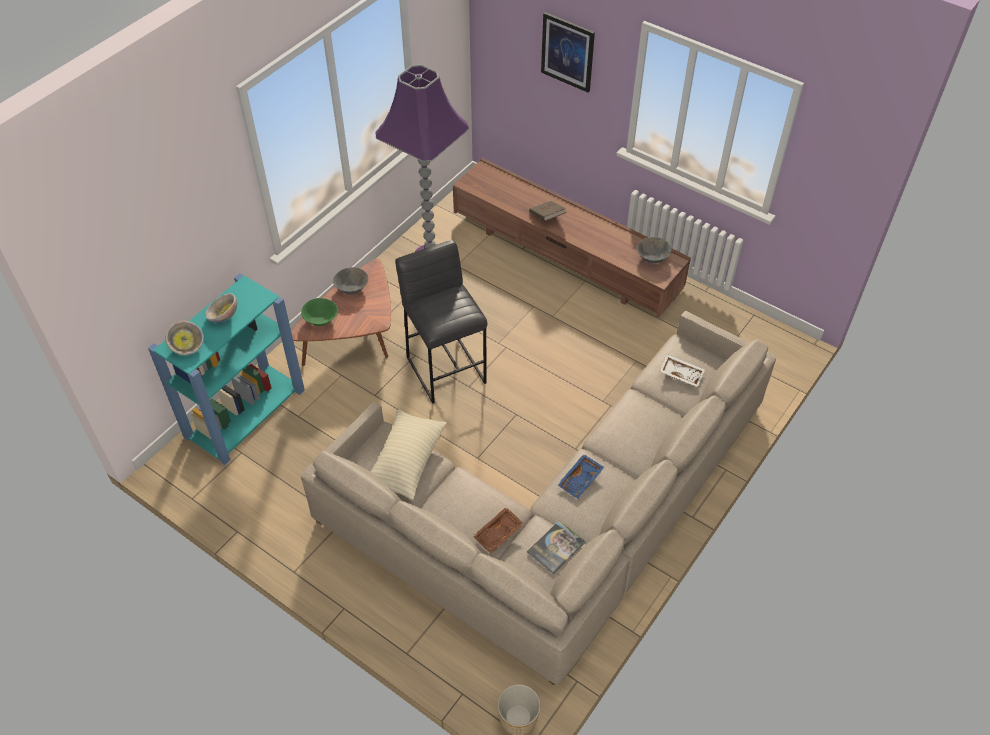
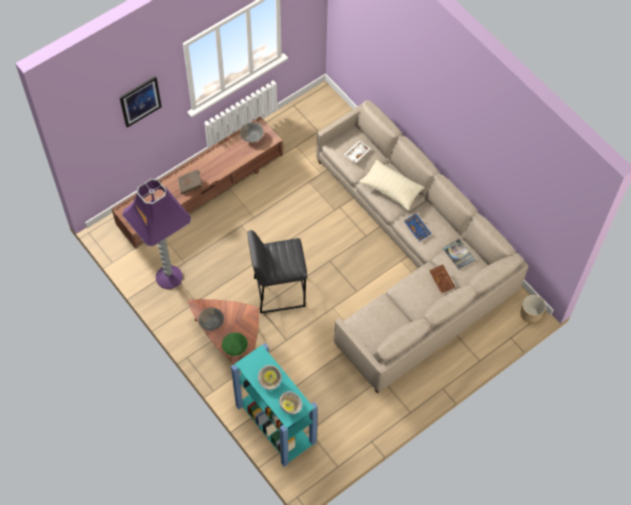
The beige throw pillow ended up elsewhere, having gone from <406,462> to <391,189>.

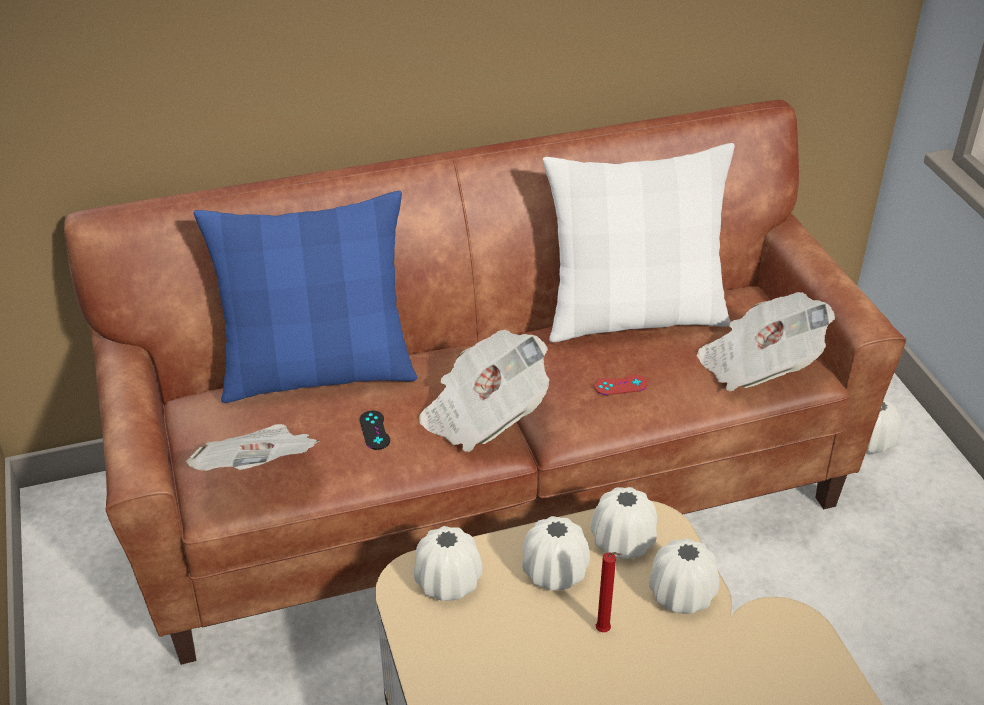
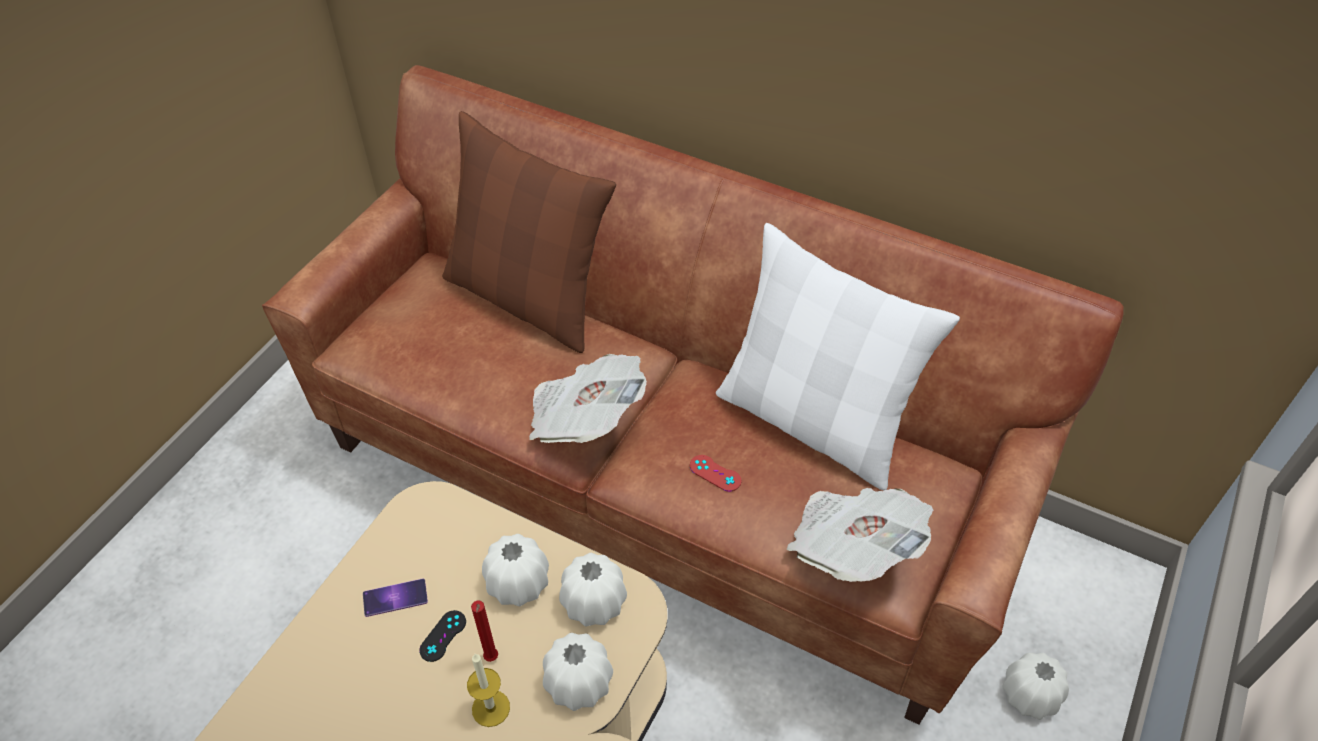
What was the bluish throw pillow at <318,372> turned into the brown-coloured throw pillow at <528,298>. The black-coloured game controller ended up elsewhere, having gone from <374,430> to <443,636>. The second view lost the newspaper at <259,472>. The second view lost the whitish vase at <448,582>. The second view gained the handset at <395,598>. The second view gained the wax candle at <491,708>.

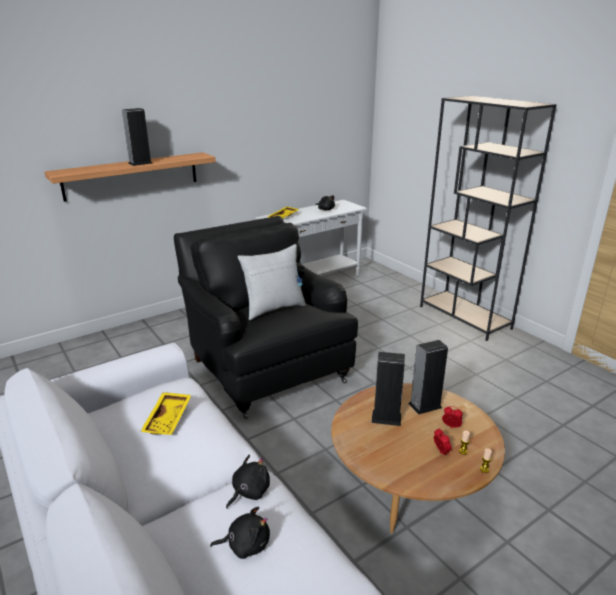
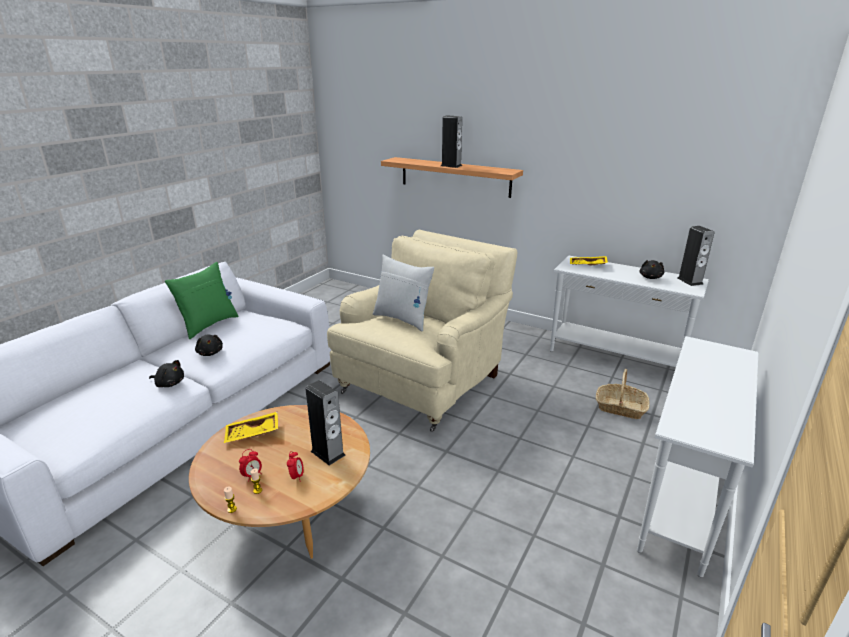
Where the shelving unit stood at <465,317>, the whitish console table came to stand at <683,500>. What was the black-coloured lounge chair at <265,365> turned into the beige lounge chair at <425,379>. The loudspeaker ended up elsewhere, having gone from <386,418> to <689,281>. The yellow-coloured tray ended up elsewhere, having gone from <169,419> to <252,434>. The black-coloured cuddly toy ended up elsewhere, having gone from <245,544> to <210,353>. The second view gained the green throw pillow at <209,325>. The second view gained the storage basket at <620,407>.

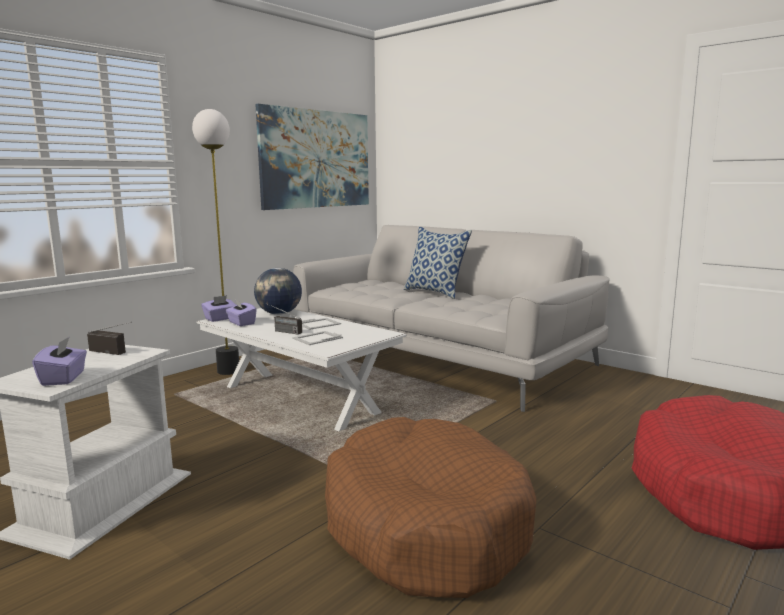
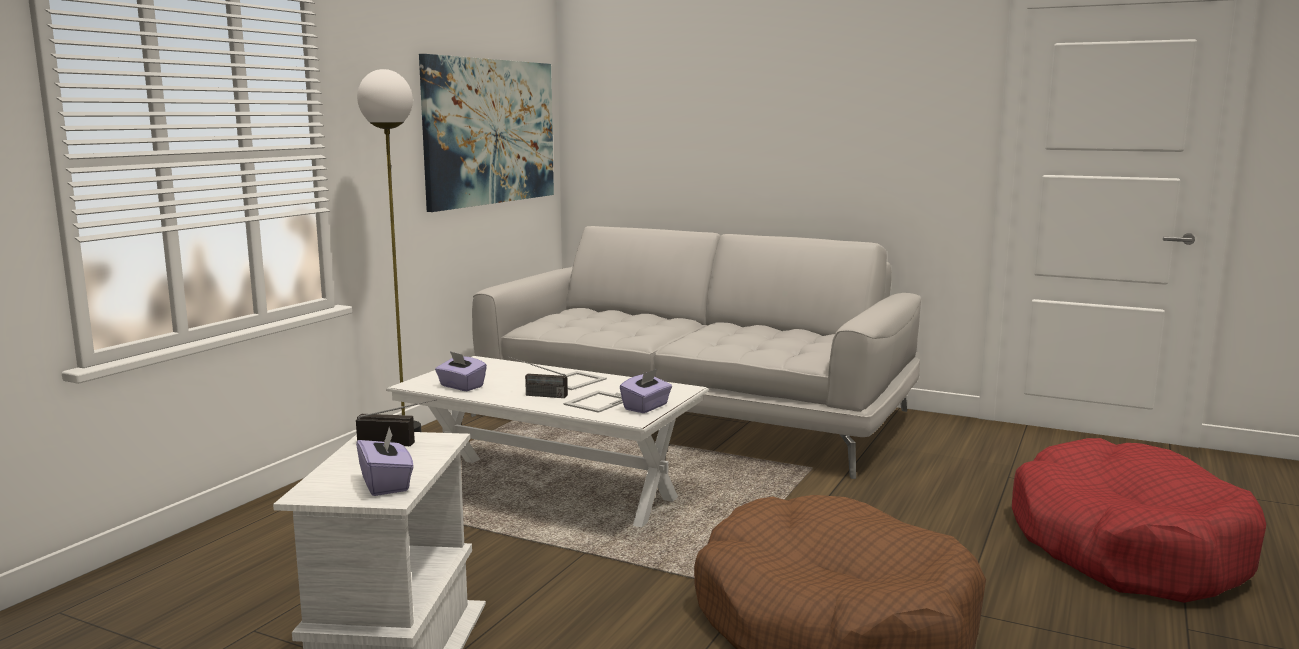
The second view lost the throw pillow at <435,292>. The second view lost the world globe at <279,314>. The purple-coloured tissue box ended up elsewhere, having gone from <220,319> to <646,407>.

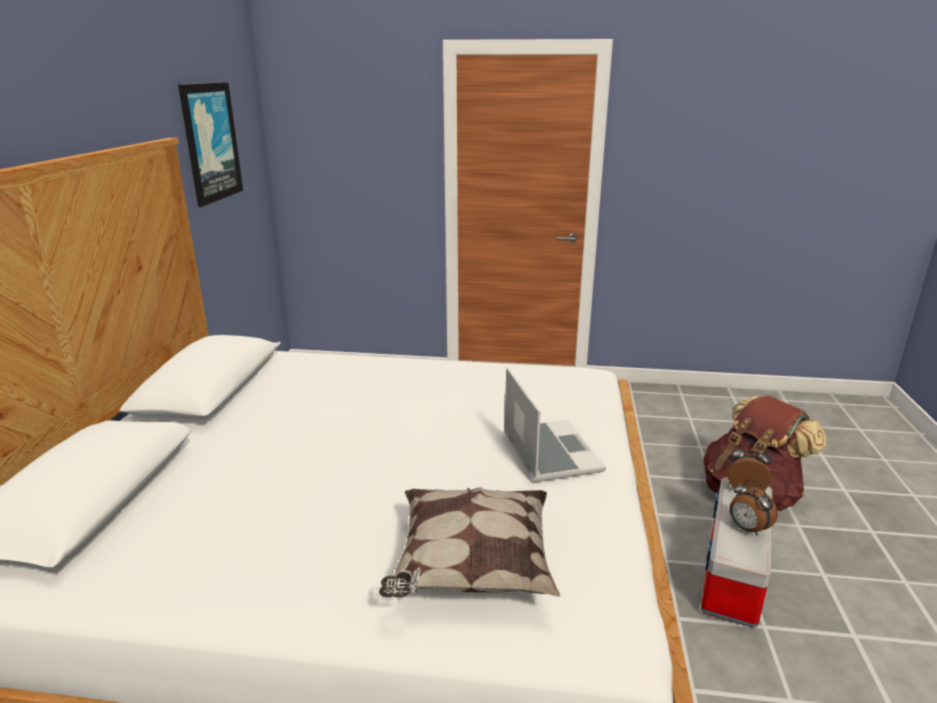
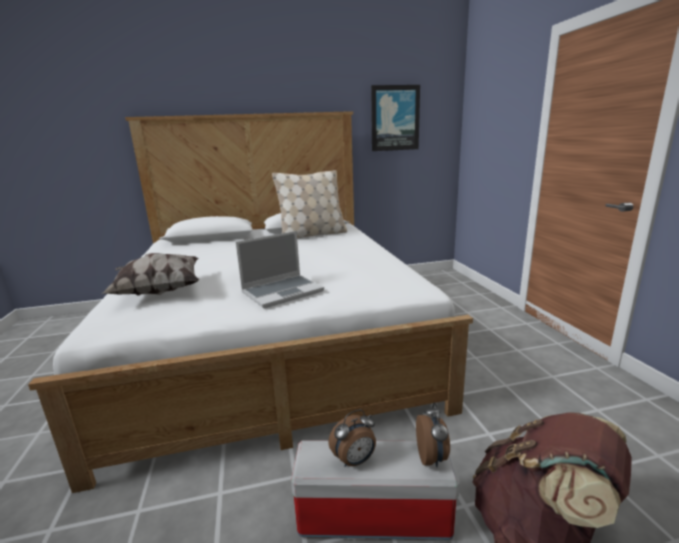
The alarm clock at <747,529> ended up facing another way, 150 degrees counterclockwise from before. The second view gained the beige throw pillow at <312,235>.

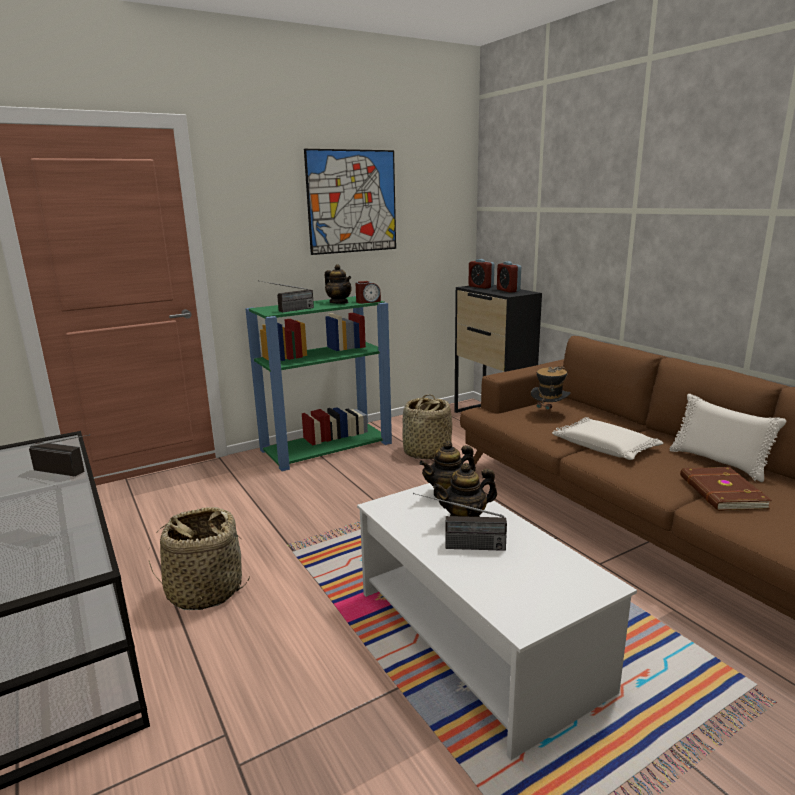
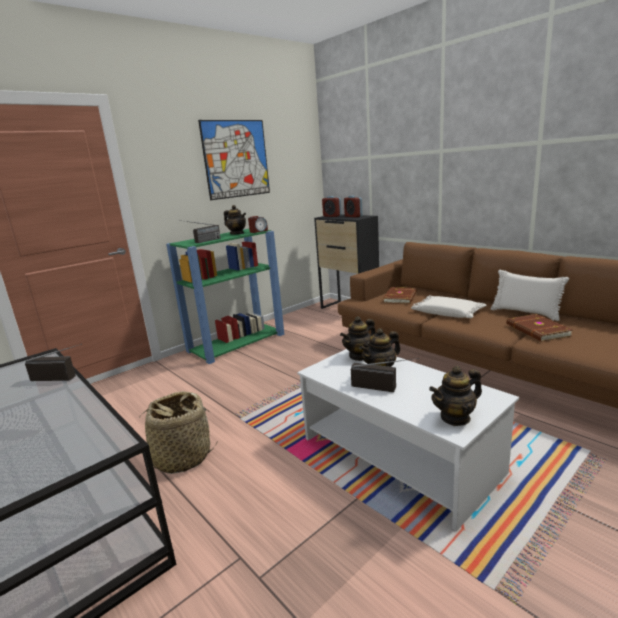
Where the wearable hat stood at <549,415>, the brown-coloured volume came to stand at <401,297>. The second view lost the storage basket at <426,452>. The radio receiver at <458,546> ended up facing another way, 150 degrees counterclockwise from before. The second view gained the tea pot at <455,417>.

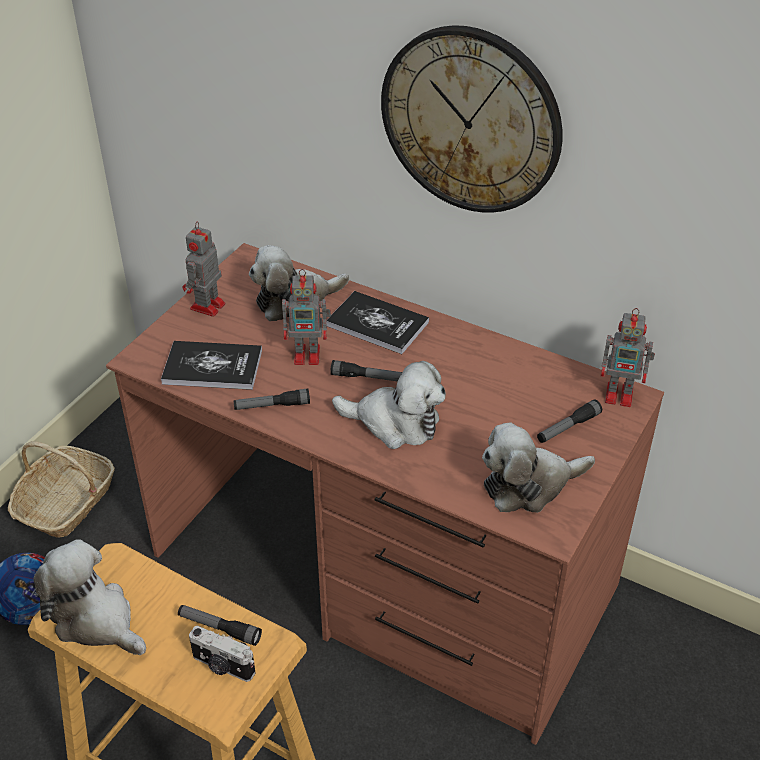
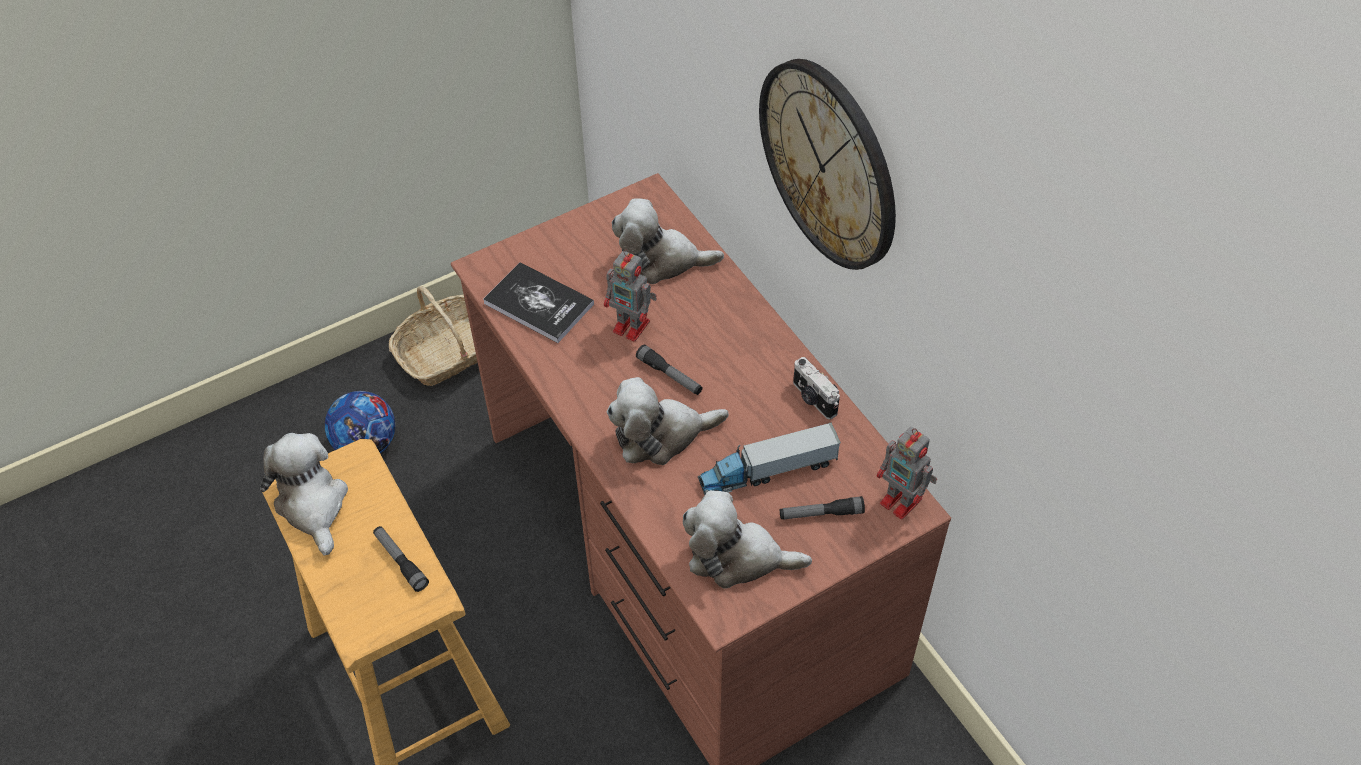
The second view lost the robot figure at <206,307>. The second view lost the volume at <377,324>. The cuddly toy at <395,423> ended up facing another way, 120 degrees clockwise from before. The second view lost the flashlight at <272,406>. The photo camera ended up elsewhere, having gone from <222,666> to <813,399>. The second view gained the toy lorry at <767,471>.

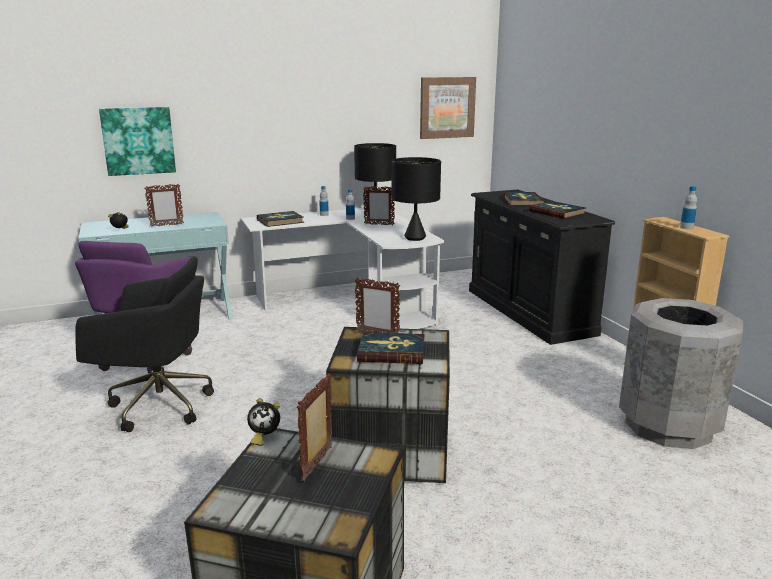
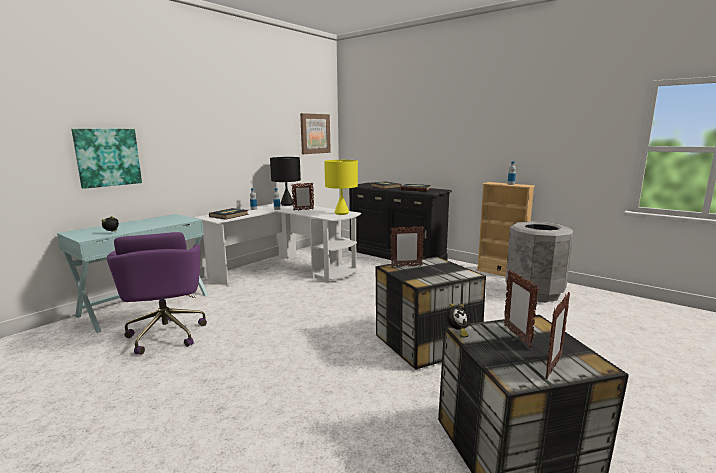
What was the black-coloured table lamp at <415,238> turned into the yellow-coloured table lamp at <341,213>. The standing frame ended up elsewhere, having gone from <166,225> to <553,367>. The second view lost the black-coloured office chair at <156,407>. The second view lost the volume at <391,351>.

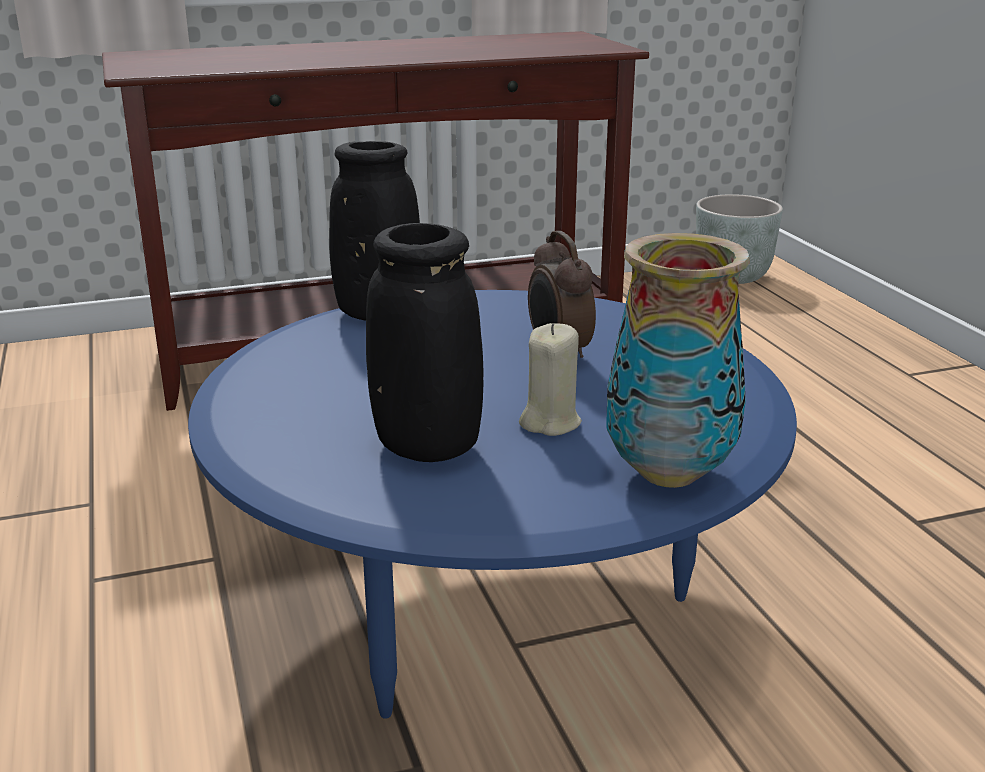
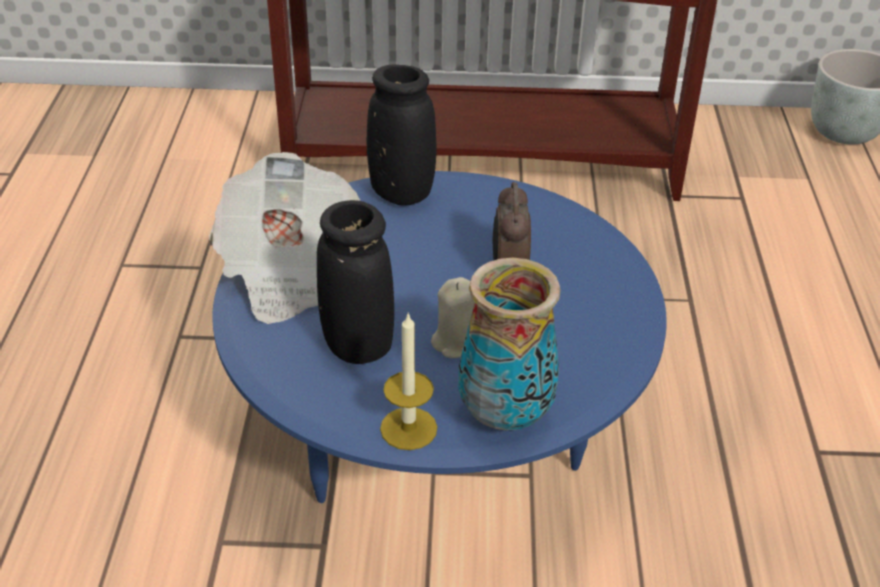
The second view gained the newspaper at <289,272>. The second view gained the wax candle at <408,428>.

